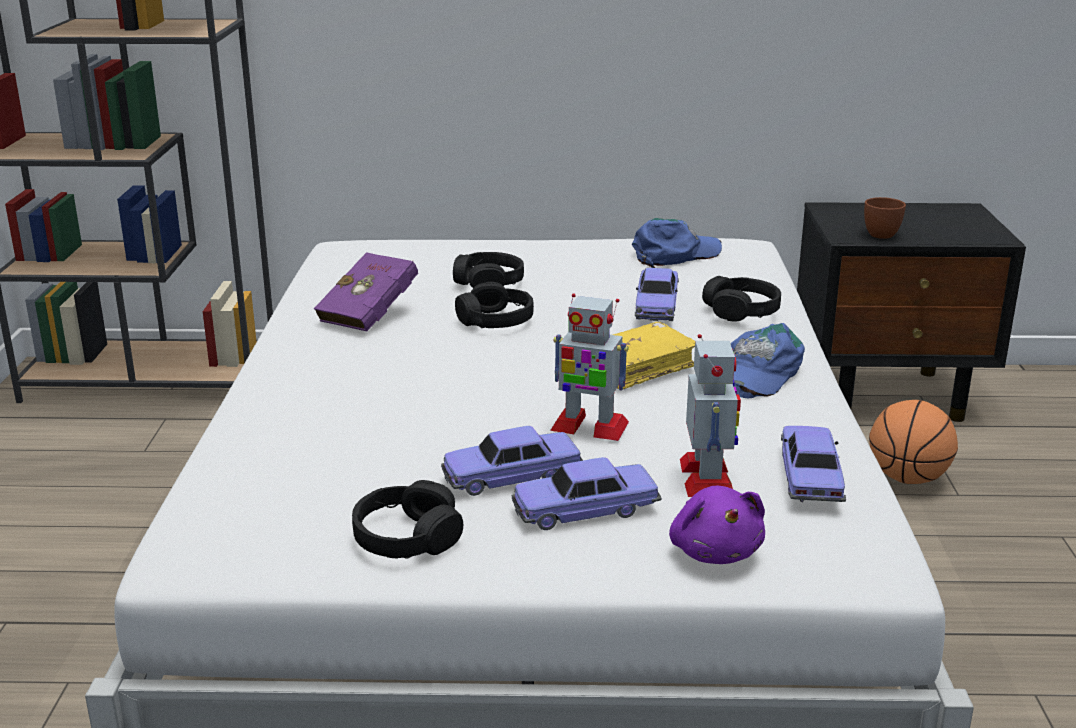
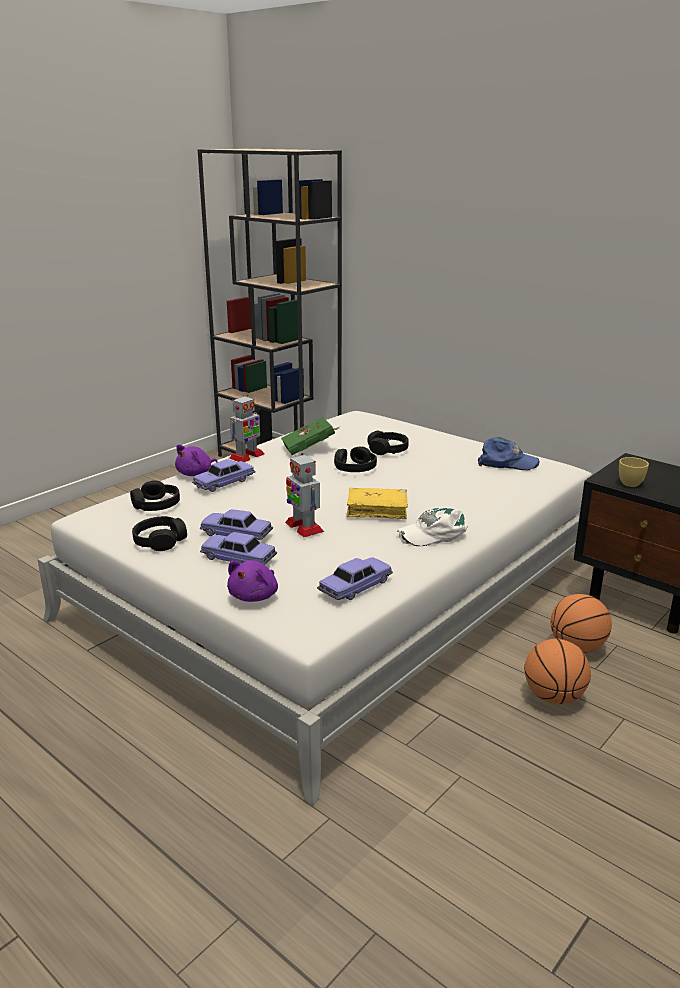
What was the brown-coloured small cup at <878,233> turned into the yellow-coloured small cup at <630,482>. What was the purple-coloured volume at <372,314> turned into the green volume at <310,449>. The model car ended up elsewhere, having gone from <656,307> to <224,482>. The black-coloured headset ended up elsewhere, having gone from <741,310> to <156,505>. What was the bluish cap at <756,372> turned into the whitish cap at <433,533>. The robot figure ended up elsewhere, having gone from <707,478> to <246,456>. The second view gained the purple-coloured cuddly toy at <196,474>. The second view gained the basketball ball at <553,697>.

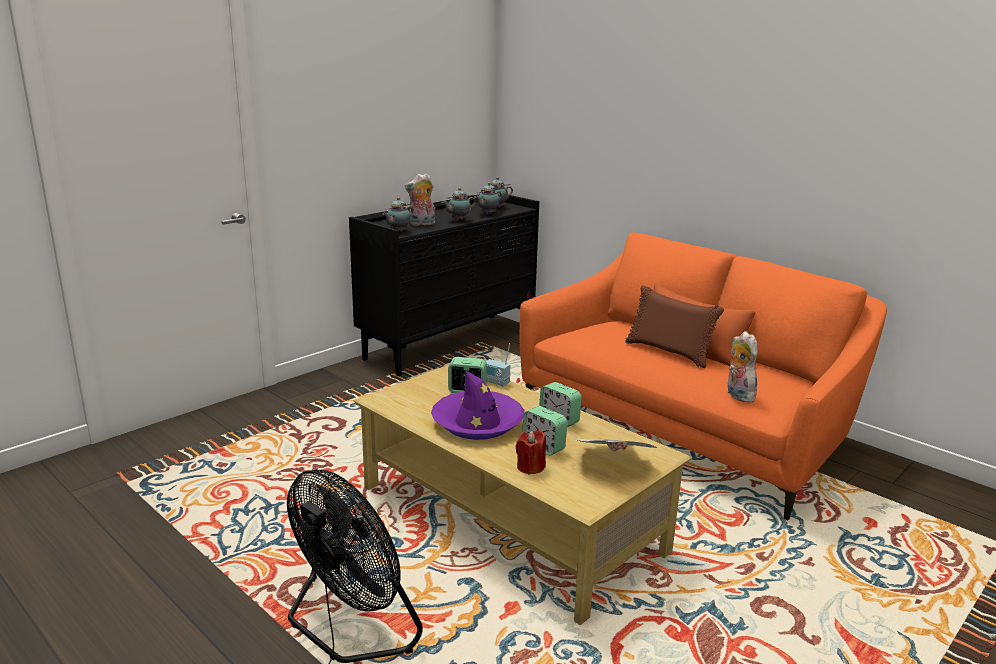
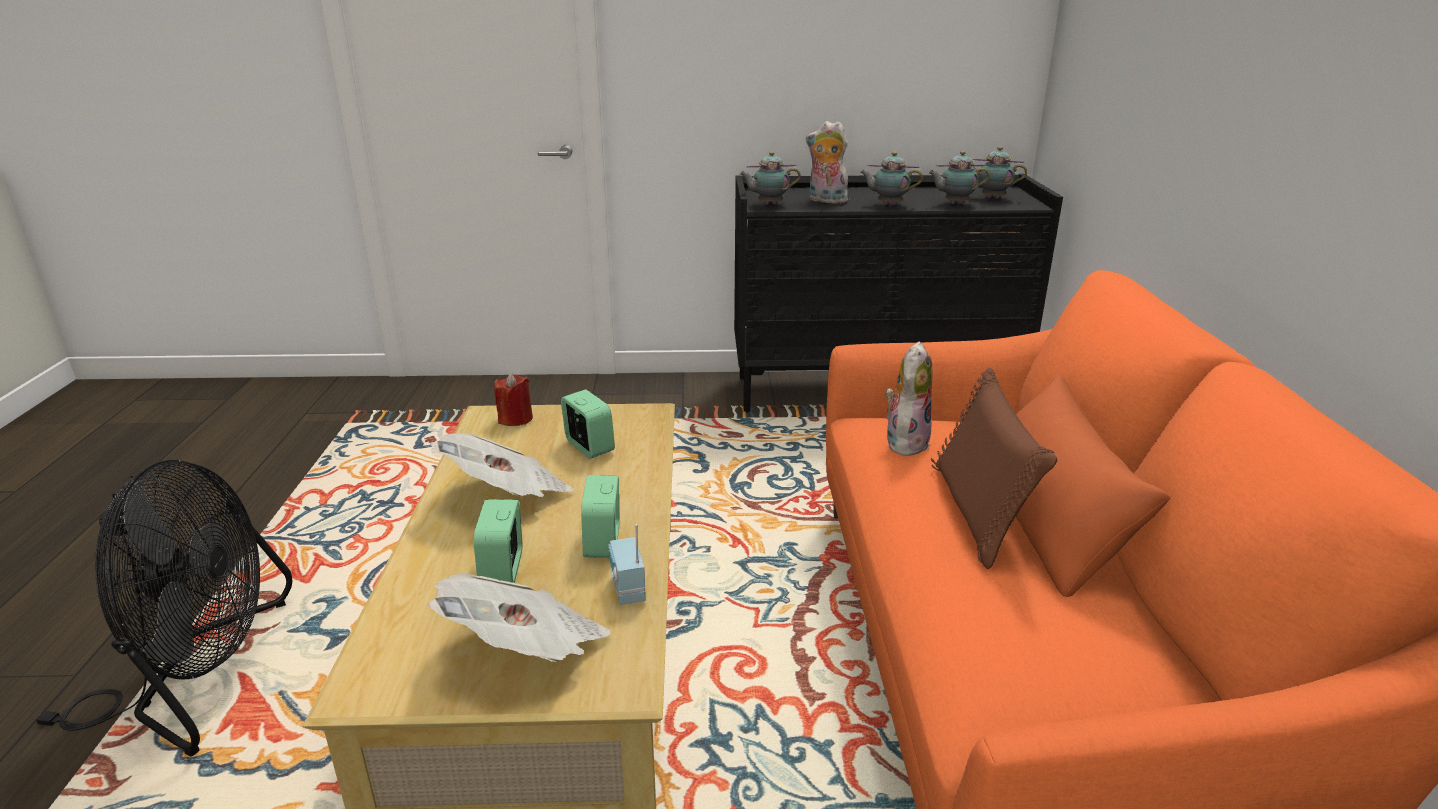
The cuddly toy ended up elsewhere, having gone from <737,395> to <905,442>. The radio receiver ended up elsewhere, having gone from <495,383> to <626,589>. Where the purple-coloured wearable hat stood at <477,423>, the newspaper came to stand at <508,494>. The red-coloured wax candle ended up elsewhere, having gone from <530,467> to <515,419>.

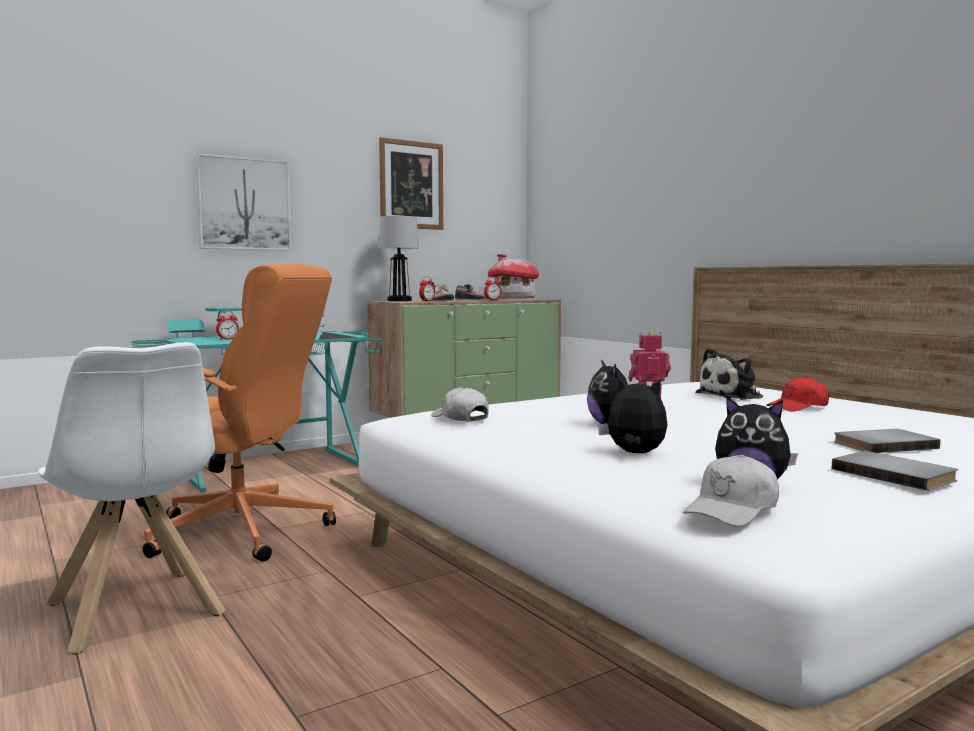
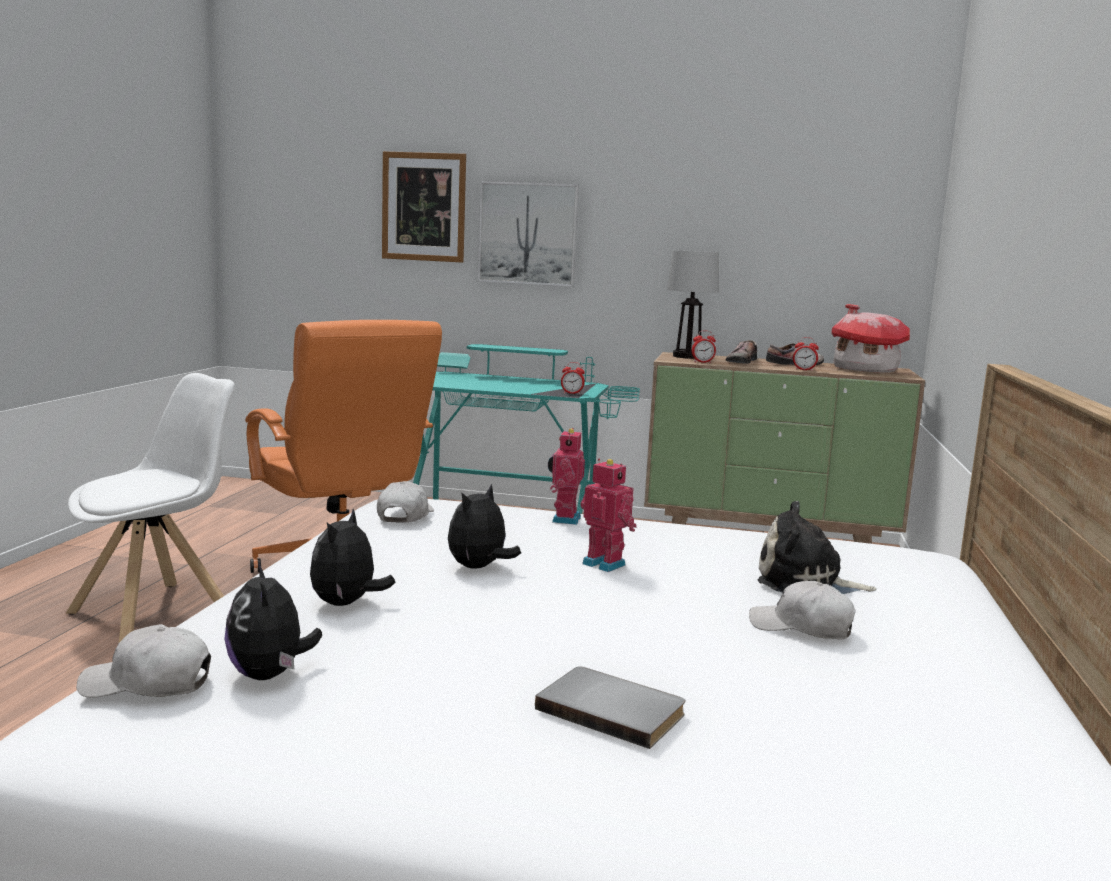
The wall picture ended up elsewhere, having gone from <411,185> to <424,207>. The alarm clock ended up elsewhere, having gone from <227,339> to <572,393>. The whitish chair at <137,612> ended up facing another way, 150 degrees counterclockwise from before. The cuddly toy at <635,454> ended up facing another way, 150 degrees counterclockwise from before. What was the red-coloured cap at <798,407> turned into the whitish cap at <801,627>. The second view lost the grey volume at <895,474>. The second view gained the robot figure at <563,519>.

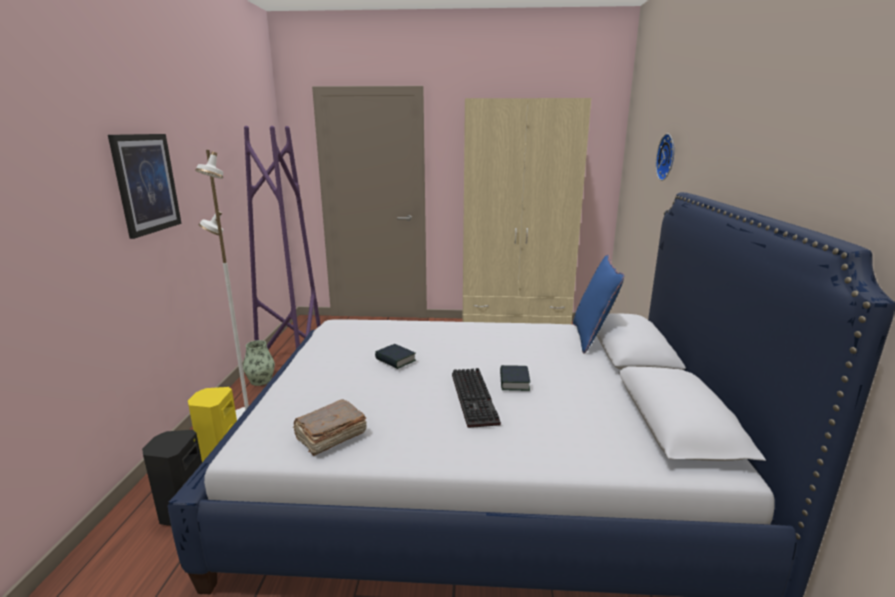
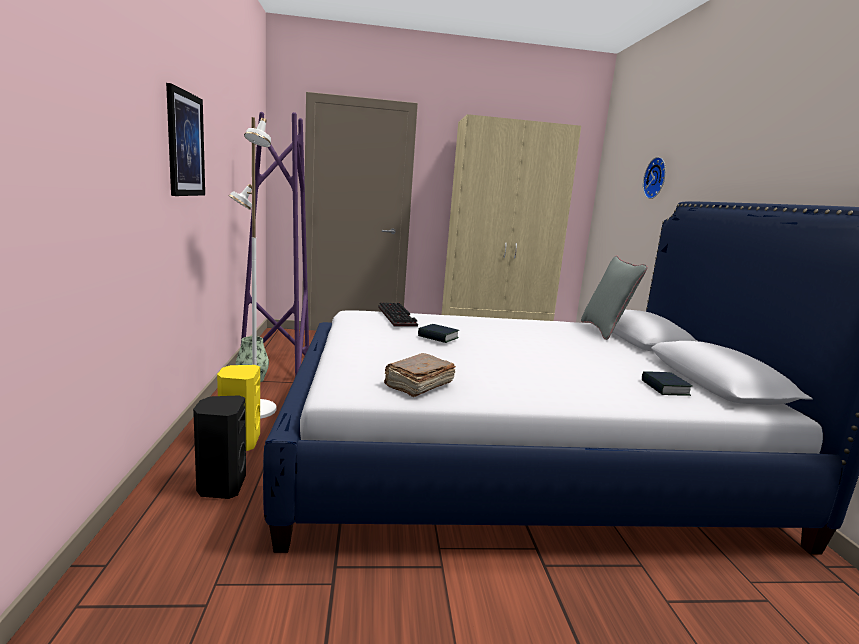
What was the bluish throw pillow at <592,338> turned into the grey throw pillow at <605,331>. The volume ended up elsewhere, having gone from <514,382> to <664,388>. The keyboard ended up elsewhere, having gone from <476,399> to <398,317>.

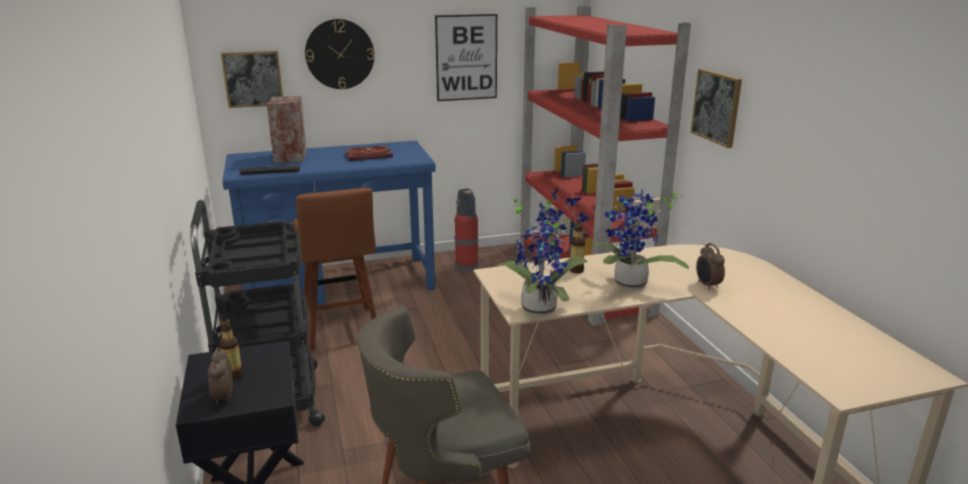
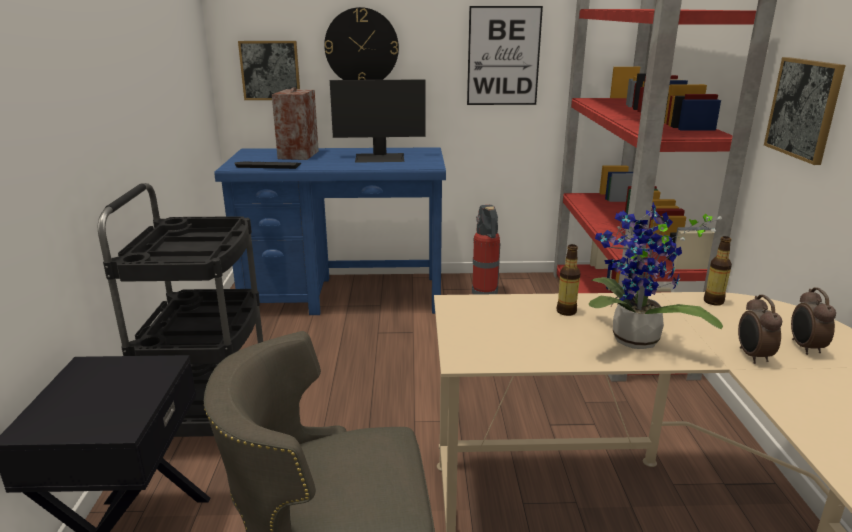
Where the volume stood at <369,155>, the computer display came to stand at <380,158>. The second view lost the brown-coloured stool at <341,330>. The second view lost the plant in a pot at <541,307>. The bottle ended up elsewhere, having gone from <234,375> to <713,301>. The alarm clock ended up elsewhere, having gone from <223,397> to <805,347>.

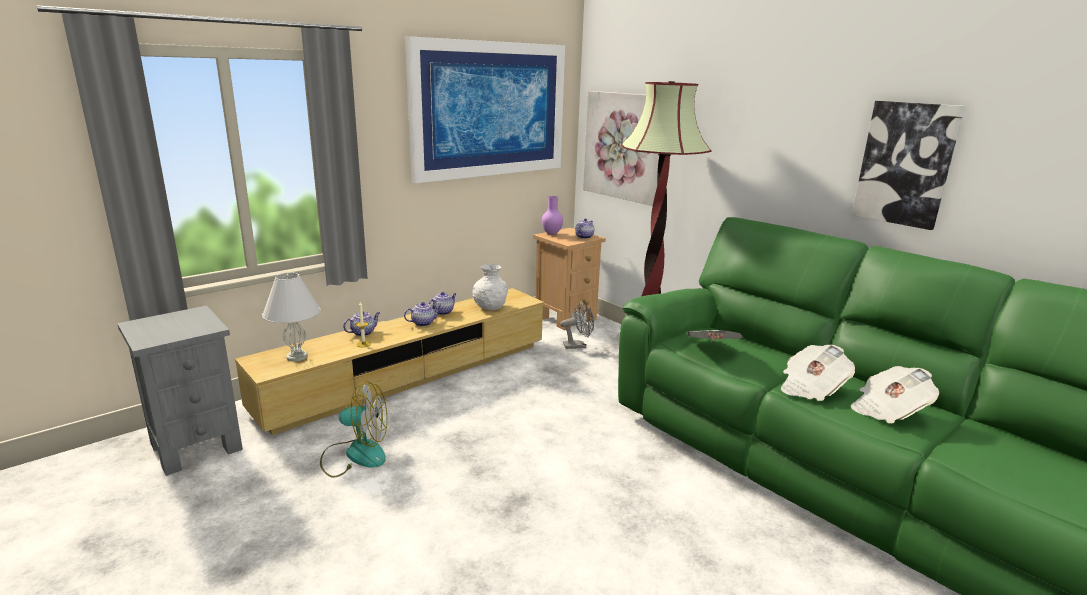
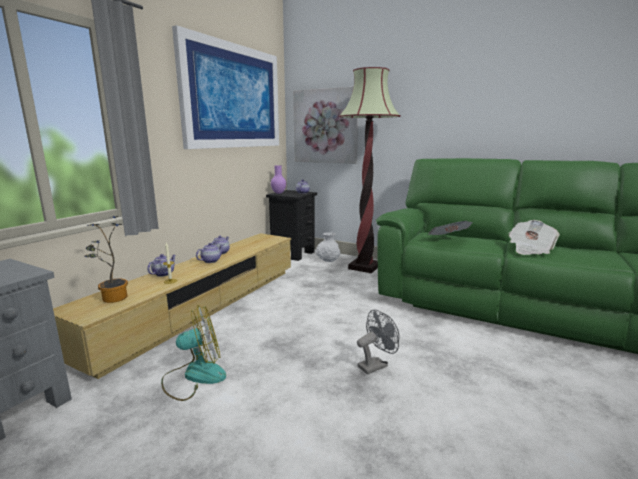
The second view lost the wall picture at <905,164>. What was the beige nightstand at <566,318> turned into the black-coloured nightstand at <294,254>. The whitish vase ended up elsewhere, having gone from <489,307> to <328,260>. Where the whitish table lamp stood at <297,357>, the plant in a pot came to stand at <112,299>. The grey electric fan ended up elsewhere, having gone from <578,345> to <376,365>. The second view lost the newspaper at <888,410>.

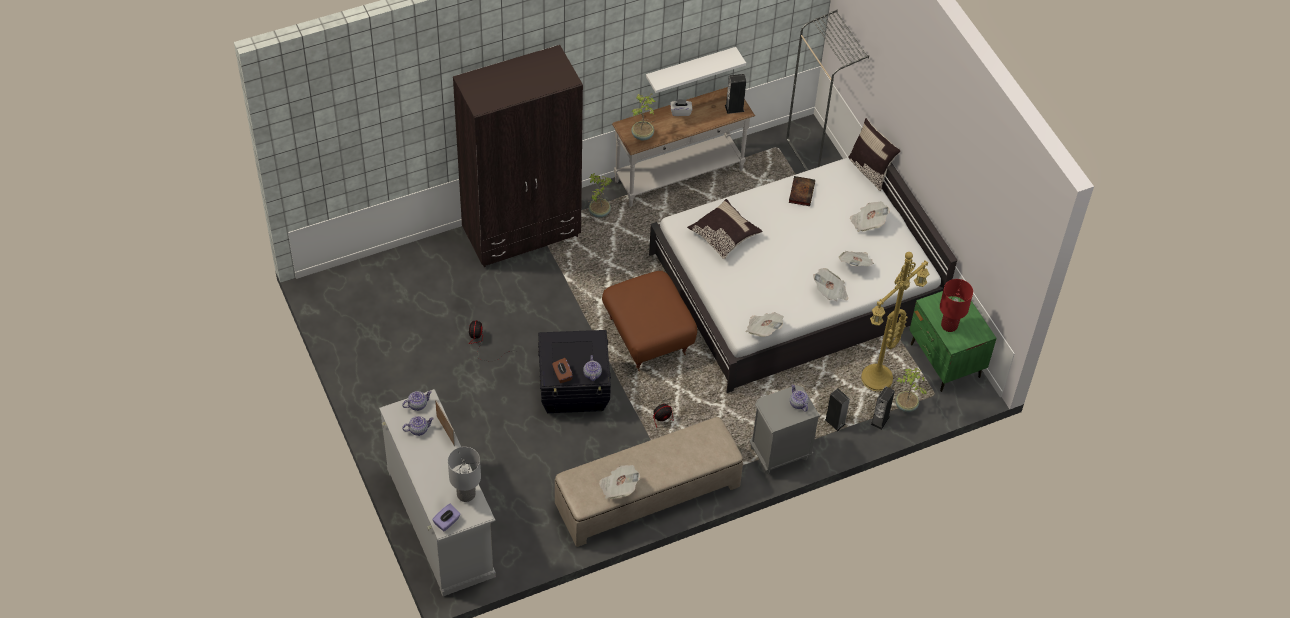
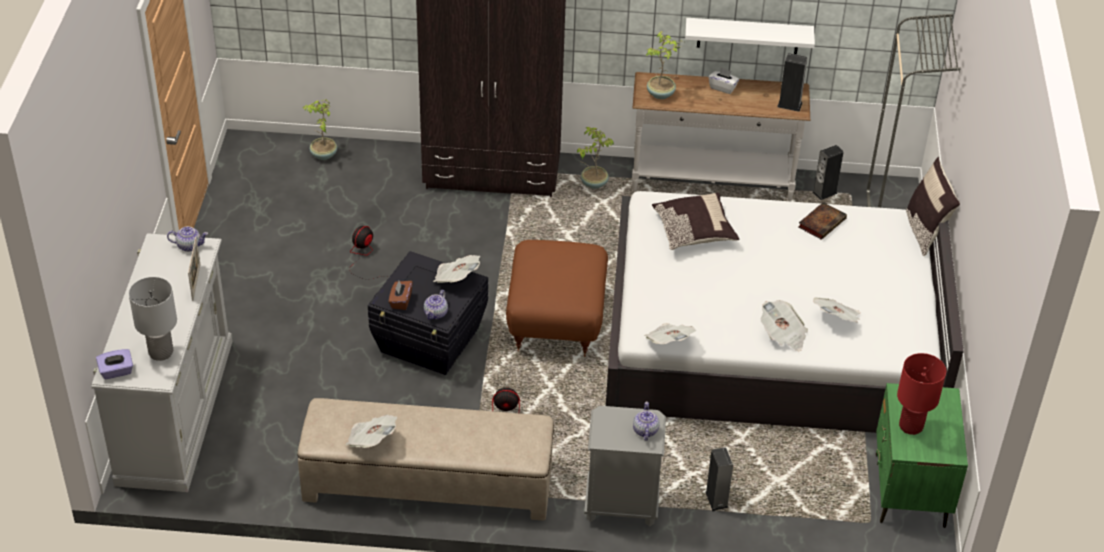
The newspaper ended up elsewhere, having gone from <868,222> to <456,278>. The second view lost the yellow-coloured standing lamp at <877,380>. The plant in a pot ended up elsewhere, having gone from <905,406> to <323,155>. The loudspeaker ended up elsewhere, having gone from <880,420> to <824,193>. The second view lost the tea pot at <418,429>.

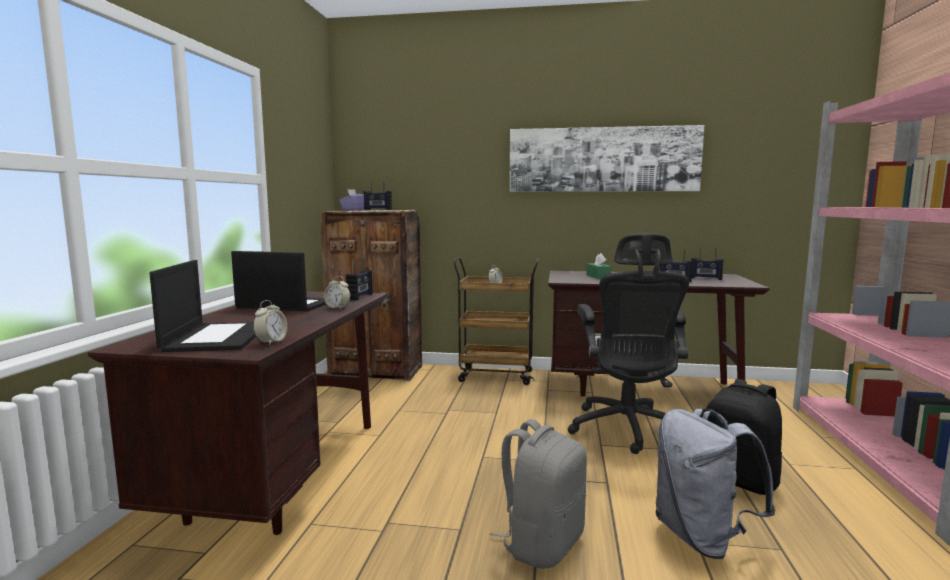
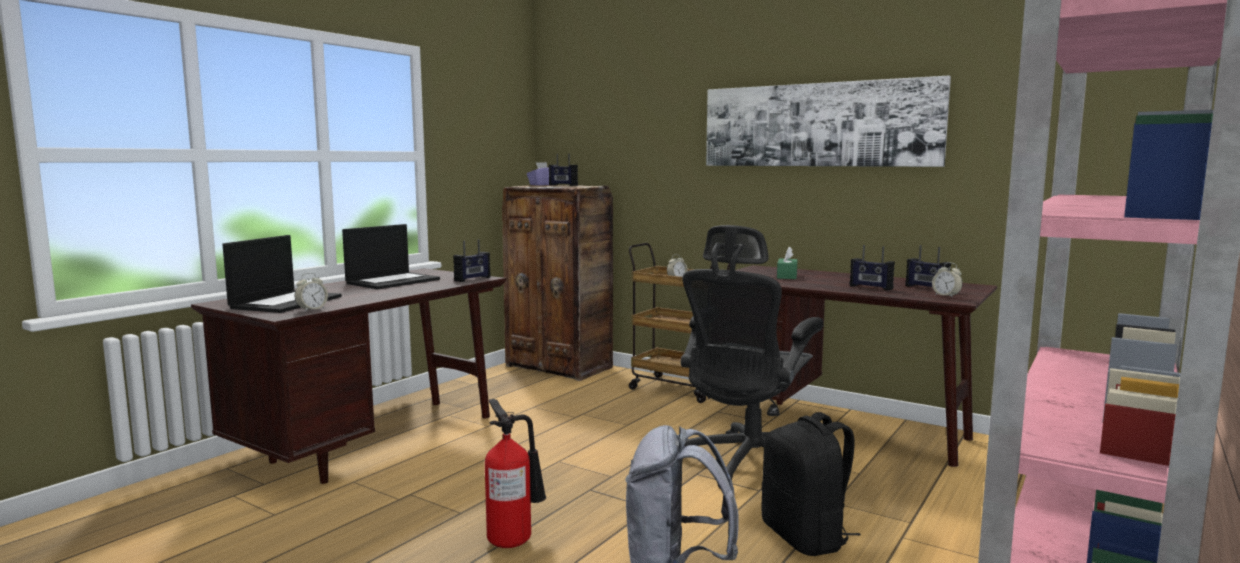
The notebook computer at <284,305> ended up facing another way, 90 degrees clockwise from before. The alarm clock ended up elsewhere, having gone from <337,308> to <946,296>. Where the grey rucksack stood at <542,544>, the fire-fighting cylinder came to stand at <514,539>.

